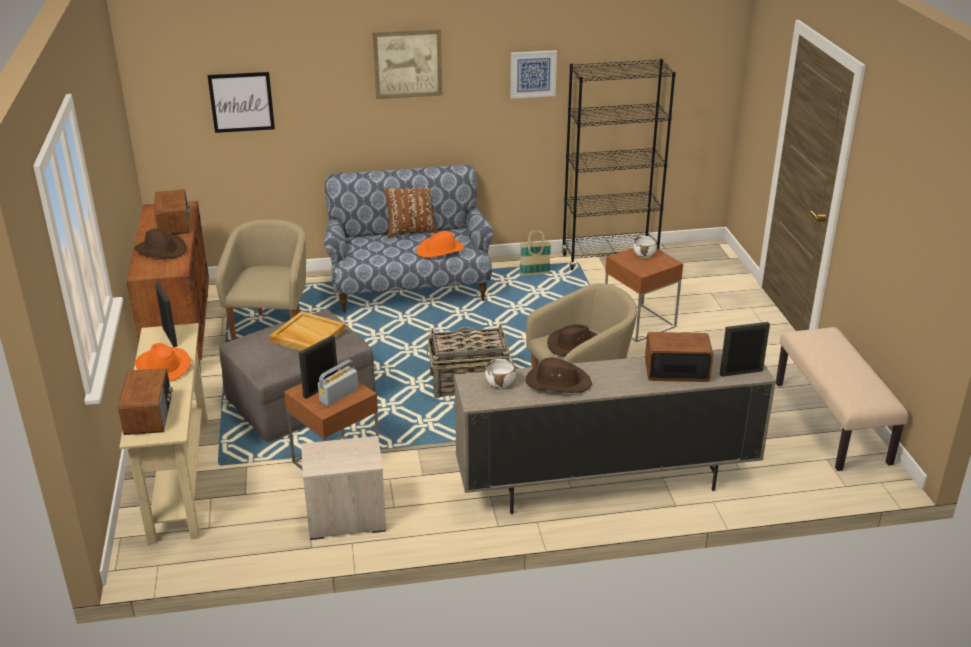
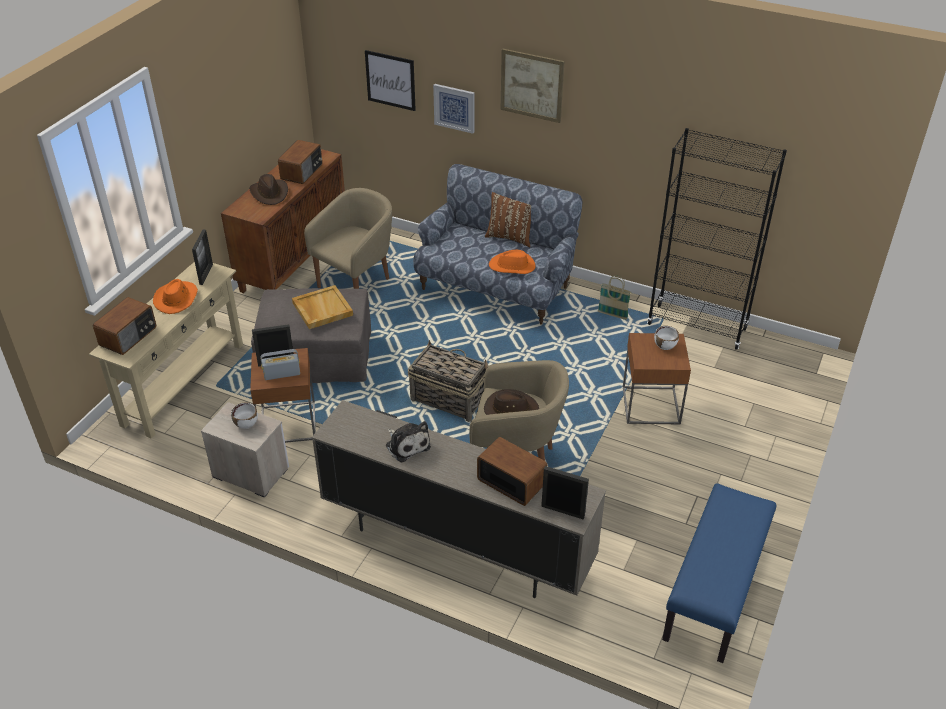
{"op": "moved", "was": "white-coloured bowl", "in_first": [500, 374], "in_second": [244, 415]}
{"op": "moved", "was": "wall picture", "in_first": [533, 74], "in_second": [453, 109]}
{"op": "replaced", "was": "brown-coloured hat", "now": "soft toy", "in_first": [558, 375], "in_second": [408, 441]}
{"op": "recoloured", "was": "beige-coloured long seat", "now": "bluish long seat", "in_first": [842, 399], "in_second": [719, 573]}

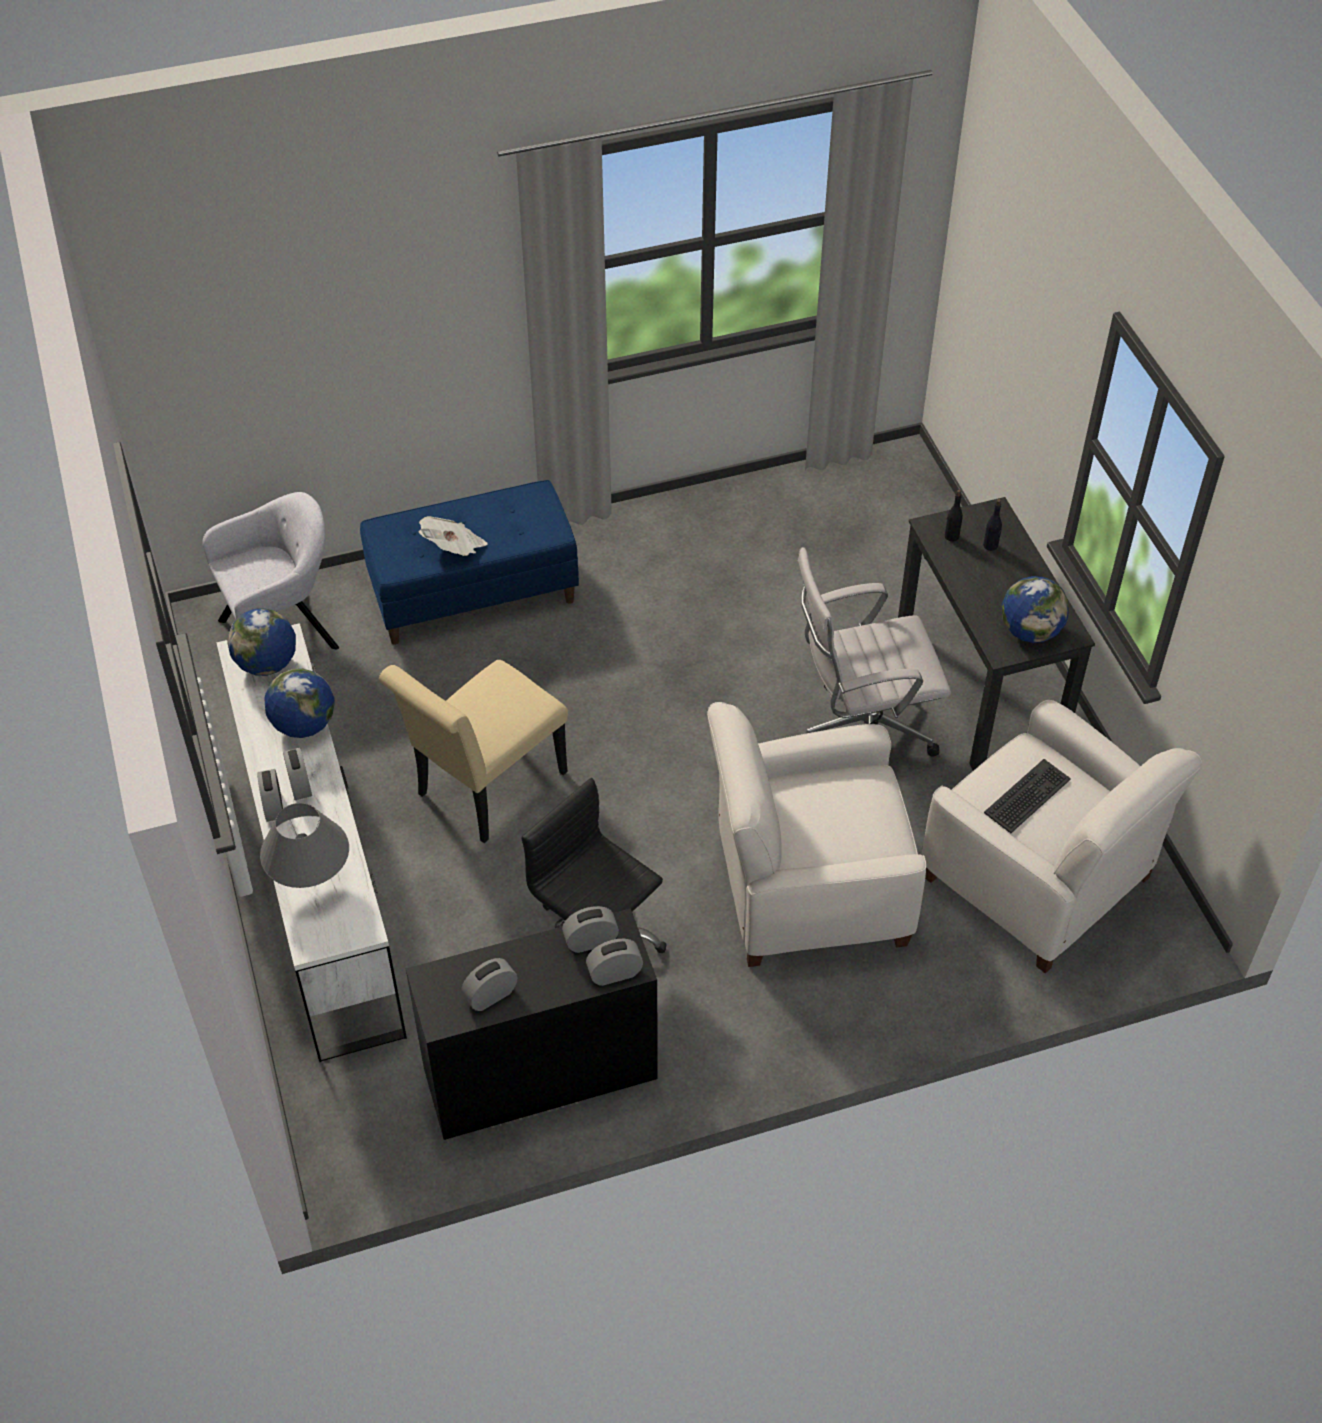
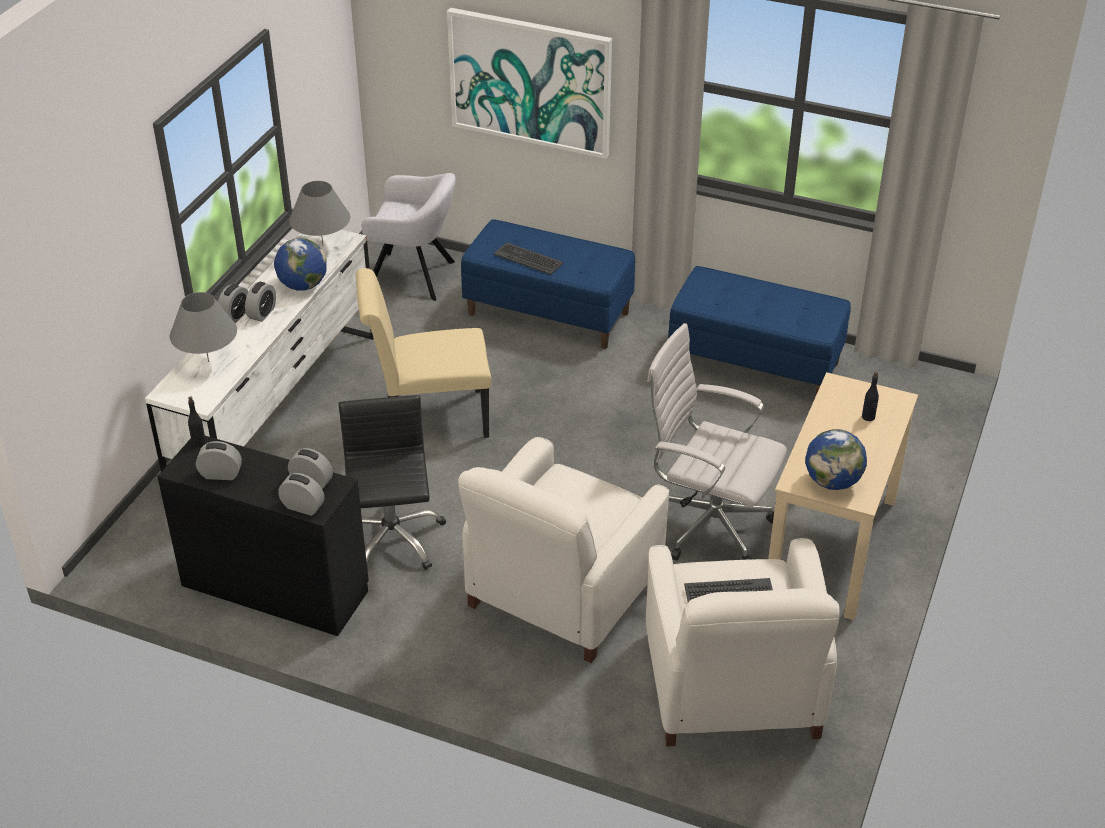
{"op": "added", "now": "wall picture", "in_second": [529, 83]}
{"op": "added", "now": "bluish long seat", "in_second": [759, 330]}
{"op": "moved", "was": "black-coloured drink bottle", "in_first": [954, 516], "in_second": [197, 421]}
{"op": "replaced", "was": "world globe", "now": "greyish table lamp", "in_first": [261, 642], "in_second": [319, 213]}
{"op": "replaced", "was": "newspaper", "now": "PC keyboard", "in_first": [453, 536], "in_second": [528, 259]}
{"op": "recoloured", "was": "black-coloured desk", "now": "beige-coloured desk", "in_first": [996, 634], "in_second": [843, 496]}
{"op": "turned", "was": "white-coloured easy chair", "in_first": [816, 834], "in_second": [563, 550], "clockwise": -90}

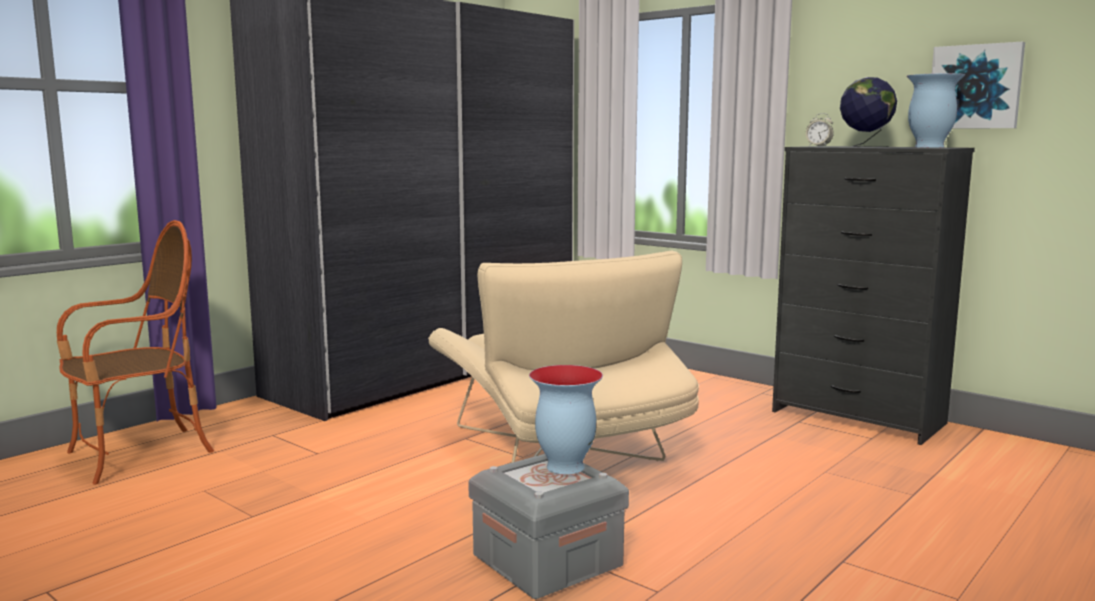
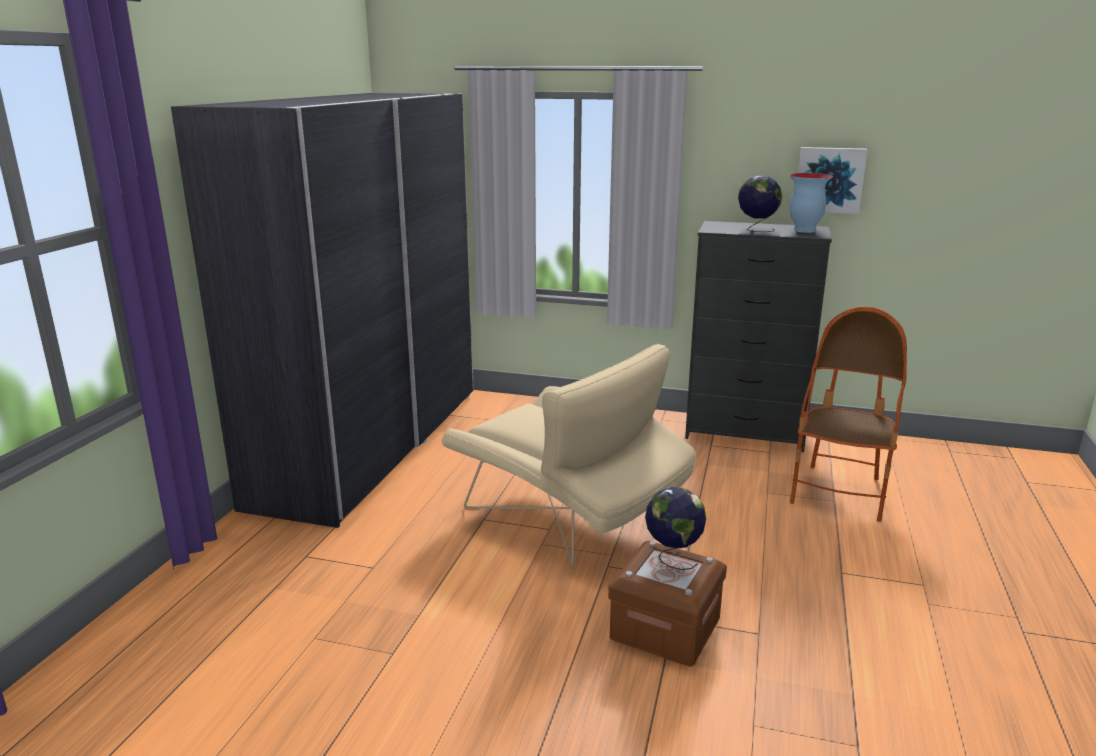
{"op": "removed", "was": "alarm clock", "in_first": [820, 129]}
{"op": "moved", "was": "easy chair", "in_first": [135, 352], "in_second": [848, 414]}
{"op": "replaced", "was": "flower vase", "now": "world globe", "in_first": [566, 419], "in_second": [675, 528]}
{"op": "recoloured", "was": "greyish storage container", "now": "brown-coloured storage container", "in_first": [548, 526], "in_second": [667, 604]}

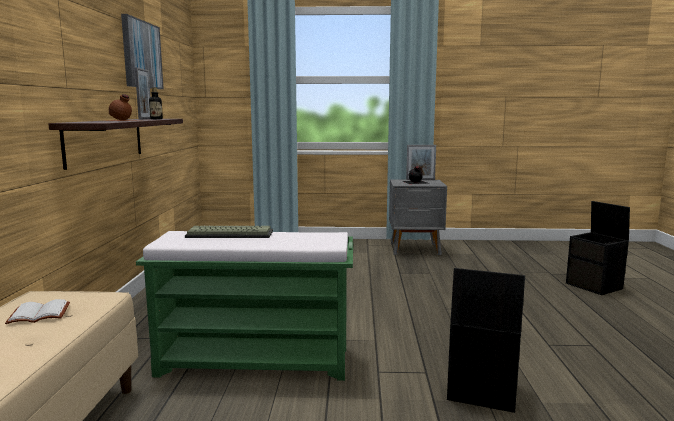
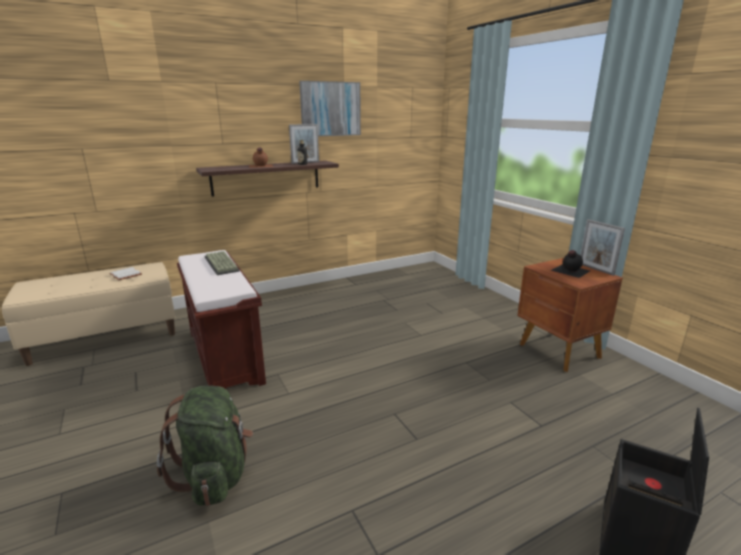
{"op": "replaced", "was": "black-coloured storage container", "now": "green-coloured rucksack", "in_first": [486, 340], "in_second": [205, 446]}
{"op": "recoloured", "was": "green-coloured long seat", "now": "brown-coloured long seat", "in_first": [244, 306], "in_second": [221, 319]}
{"op": "recoloured", "was": "greyish night table", "now": "brown-coloured night table", "in_first": [418, 217], "in_second": [570, 315]}

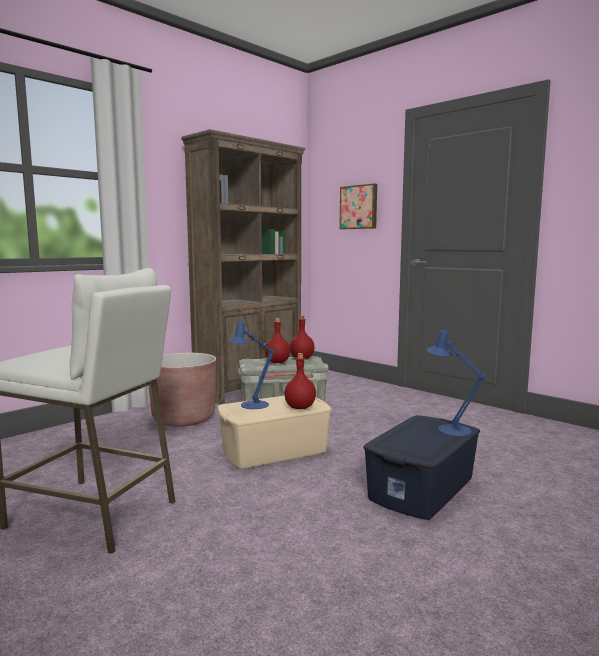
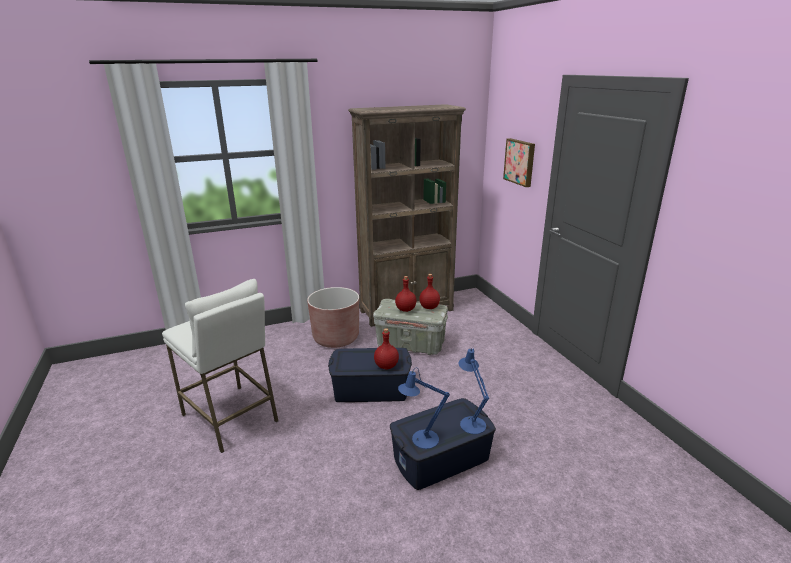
{"op": "moved", "was": "bluish table lamp", "in_first": [251, 362], "in_second": [424, 408]}
{"op": "recoloured", "was": "beige-coloured storage container", "now": "bluish storage container", "in_first": [275, 432], "in_second": [370, 375]}

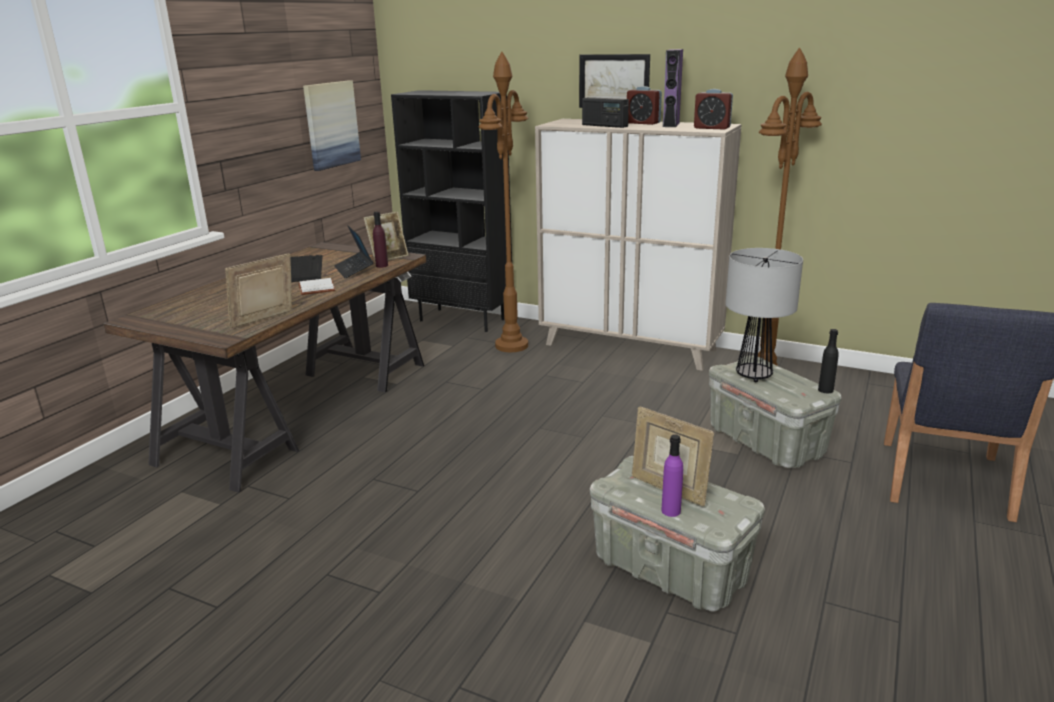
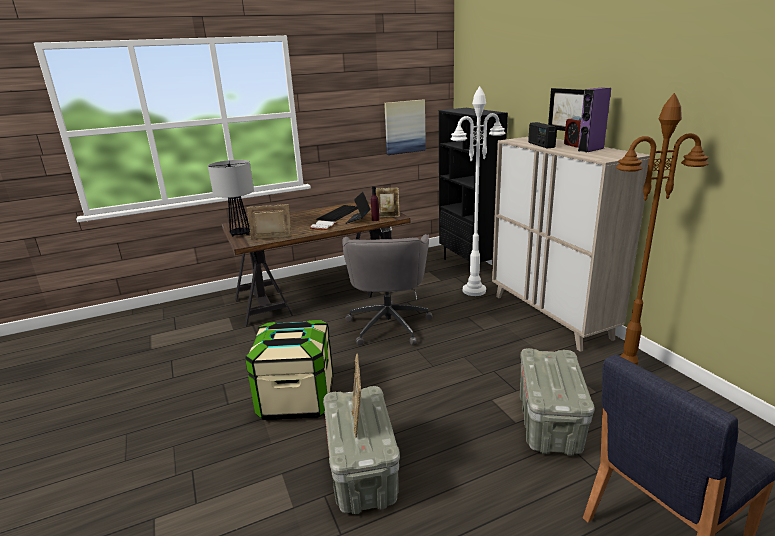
{"op": "removed", "was": "purplish drink bottle", "in_first": [672, 475]}
{"op": "removed", "was": "alarm clock", "in_first": [713, 109]}
{"op": "removed", "was": "black-coloured drink bottle", "in_first": [828, 361]}
{"op": "added", "now": "storage container", "in_second": [289, 370]}
{"op": "added", "now": "greyish computer chair", "in_second": [387, 289]}
{"op": "moved", "was": "table lamp", "in_first": [764, 315], "in_second": [231, 198]}
{"op": "recoloured", "was": "brown-coloured standing lamp", "now": "white-coloured standing lamp", "in_first": [503, 202], "in_second": [478, 191]}

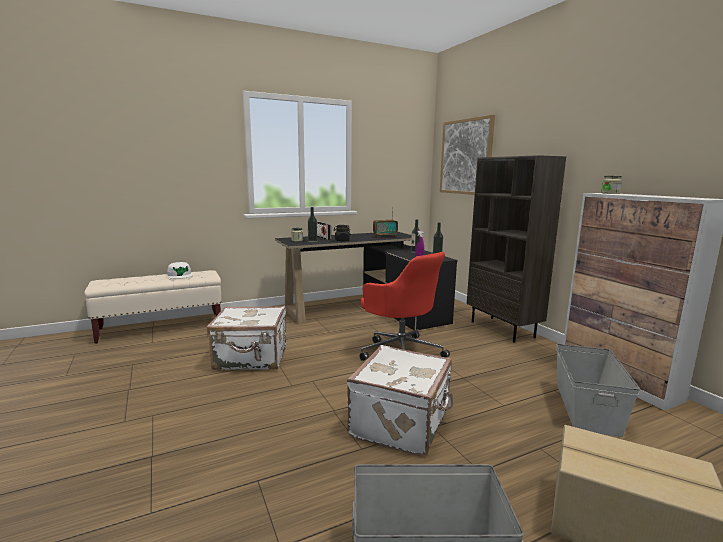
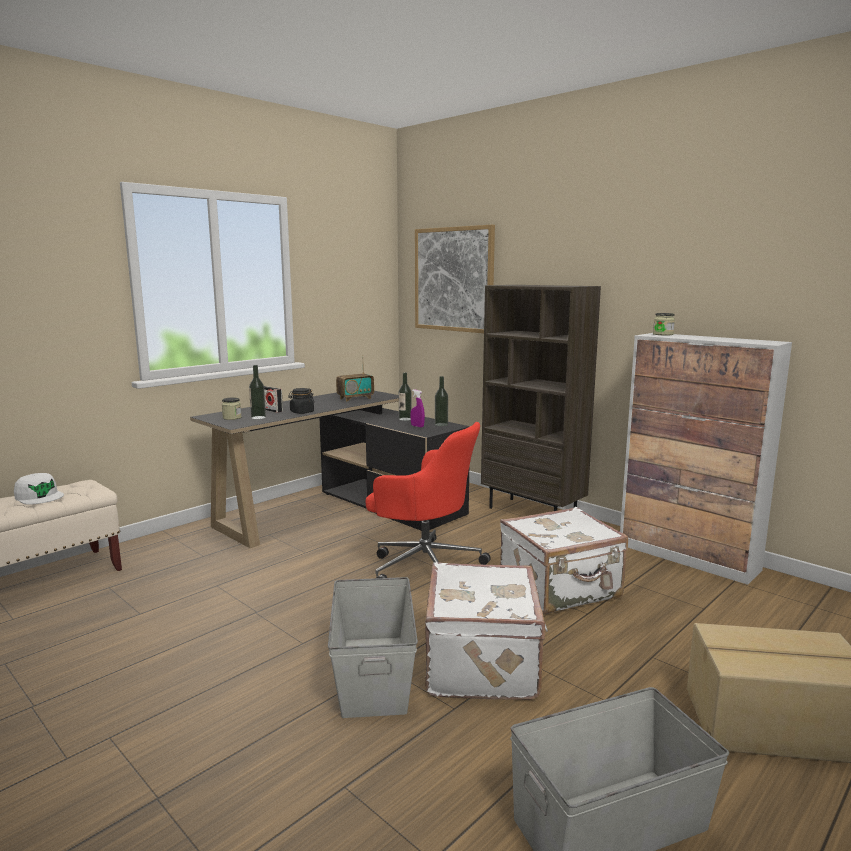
{"op": "moved", "was": "white-coloured suitcase", "in_first": [246, 338], "in_second": [564, 560]}
{"op": "moved", "was": "greyish storage container", "in_first": [598, 390], "in_second": [373, 647]}

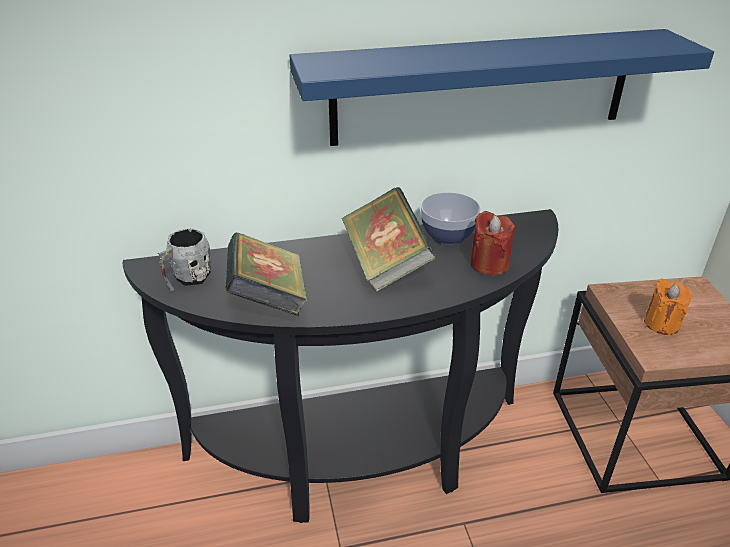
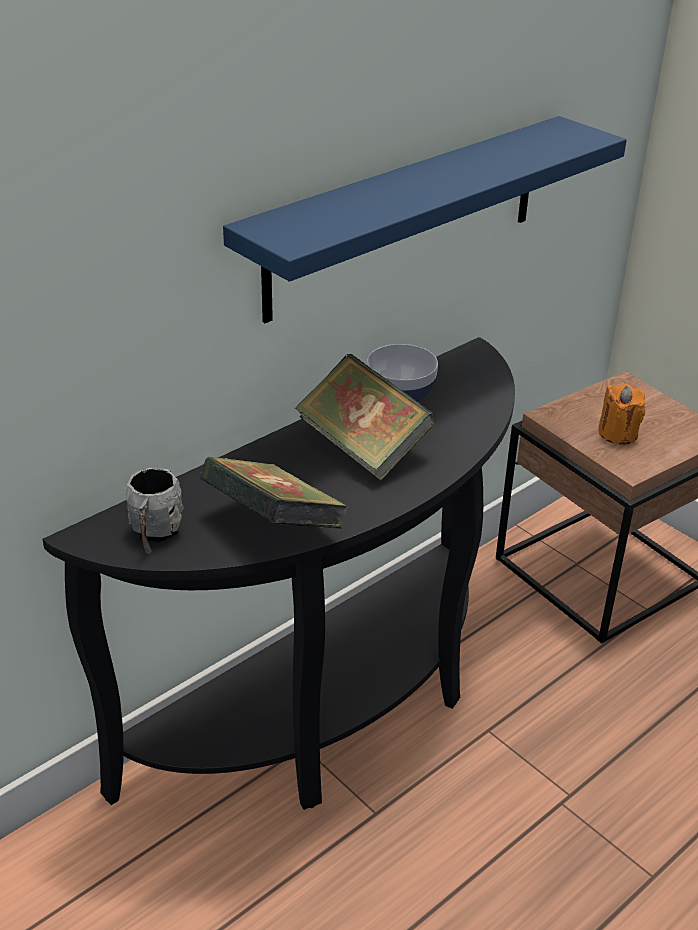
{"op": "removed", "was": "red wax candle", "in_first": [492, 243]}

